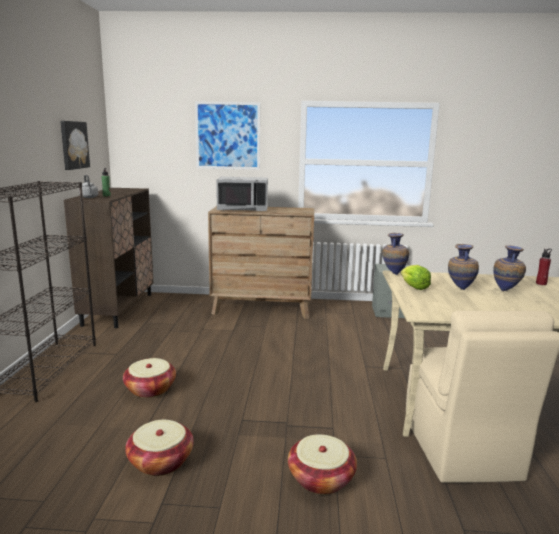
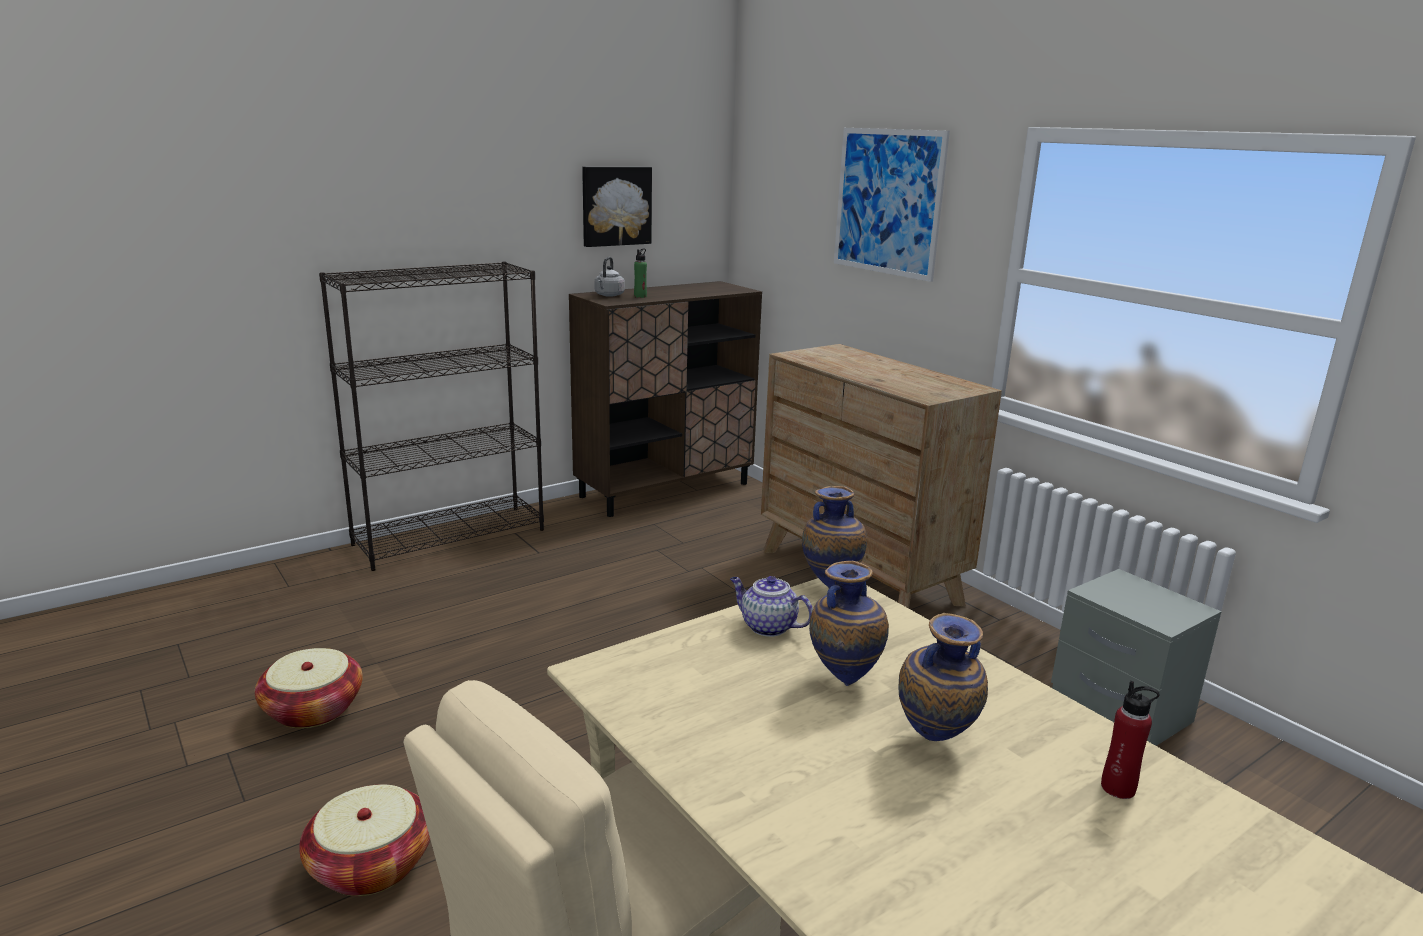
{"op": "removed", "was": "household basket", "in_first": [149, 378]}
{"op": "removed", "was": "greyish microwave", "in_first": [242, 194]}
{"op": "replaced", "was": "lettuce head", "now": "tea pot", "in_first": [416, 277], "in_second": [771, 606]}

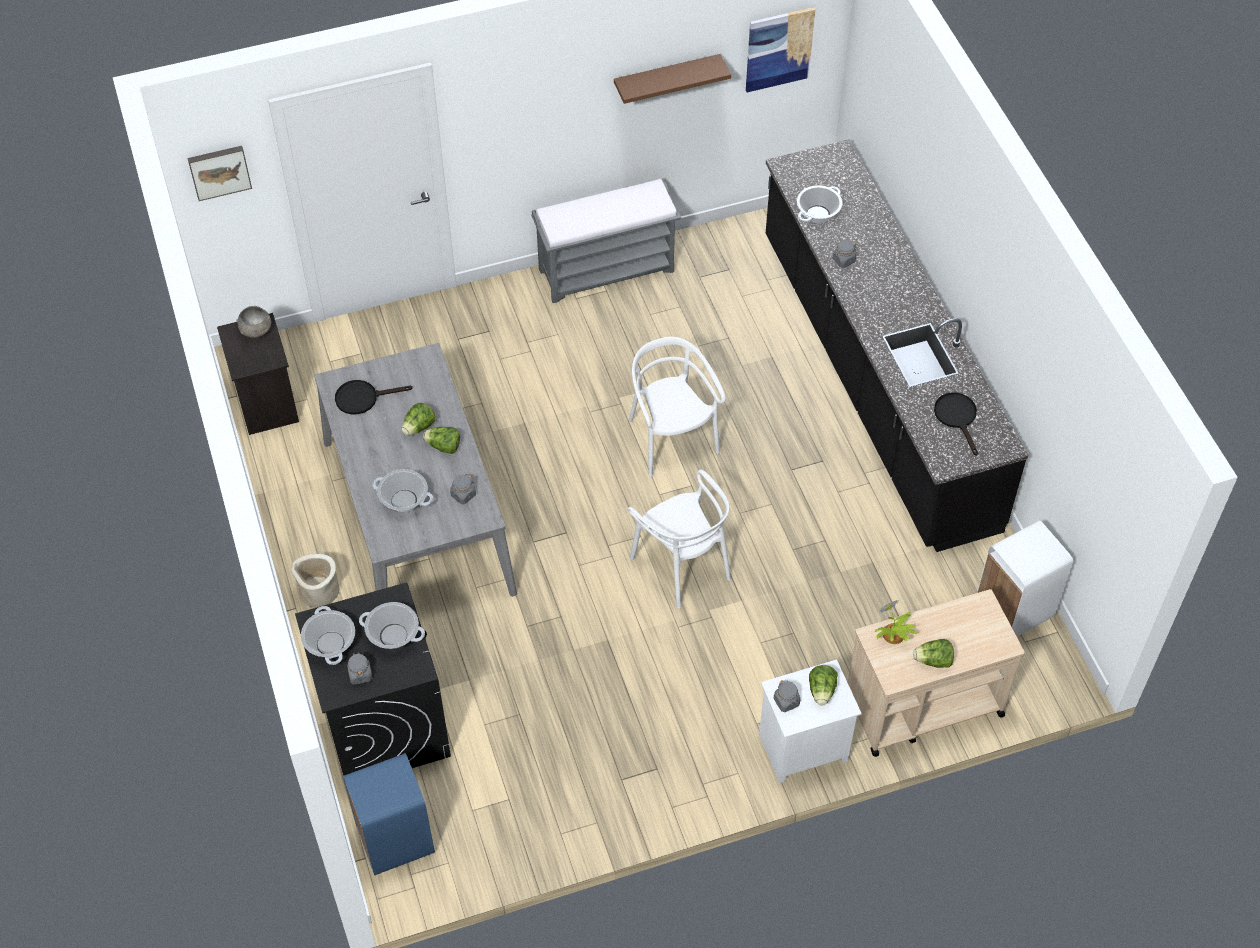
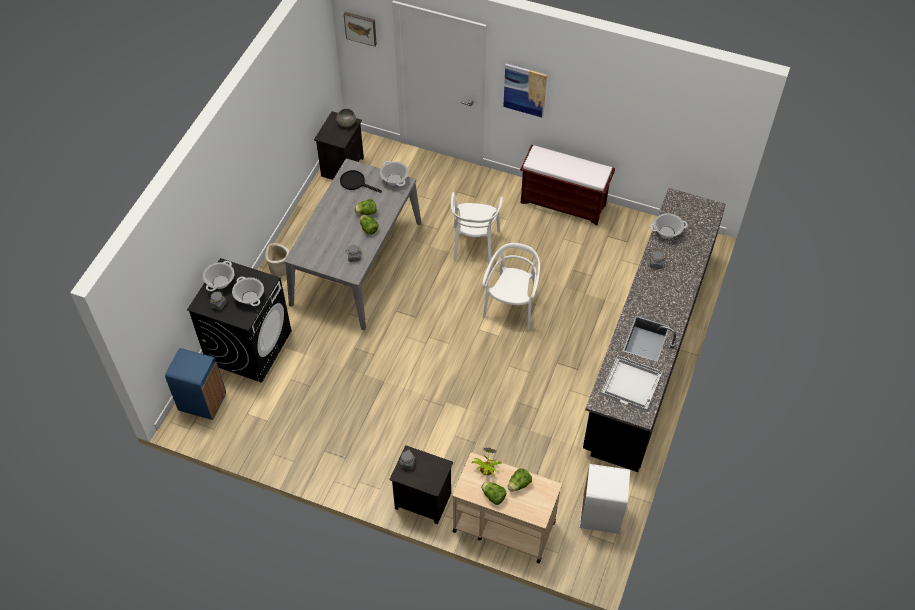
{"op": "removed", "was": "brown-coloured shelf", "in_first": [672, 79]}
{"op": "moved", "was": "saucepot", "in_first": [403, 490], "in_second": [394, 173]}
{"op": "moved", "was": "white-coloured plain chair", "in_first": [679, 539], "in_second": [477, 228]}
{"op": "moved", "was": "wall picture", "in_first": [781, 49], "in_second": [525, 91]}
{"op": "moved", "was": "lettuce head", "in_first": [823, 685], "in_second": [520, 480]}
{"op": "replaced", "was": "black-coloured skillet", "now": "white-coloured tray", "in_first": [956, 424], "in_second": [631, 383]}
{"op": "recoloured", "was": "greyish long seat", "now": "brown-coloured long seat", "in_first": [606, 240], "in_second": [567, 185]}
{"op": "recoloured", "was": "white-coloured night table", "now": "black-coloured night table", "in_first": [810, 721], "in_second": [421, 484]}

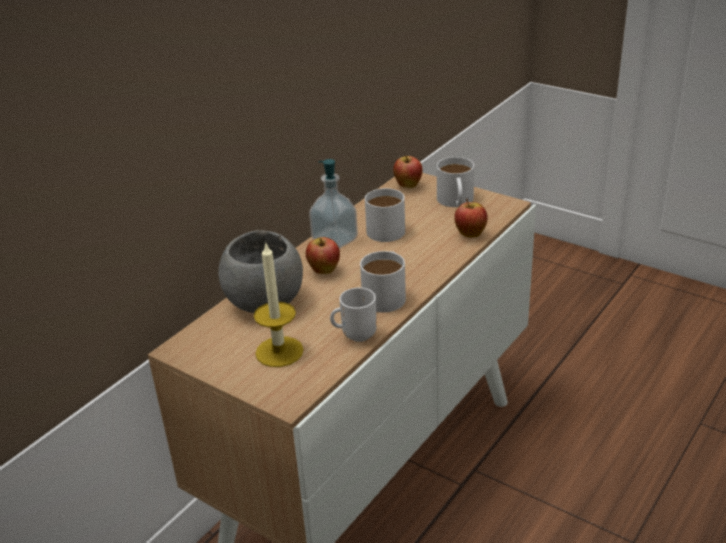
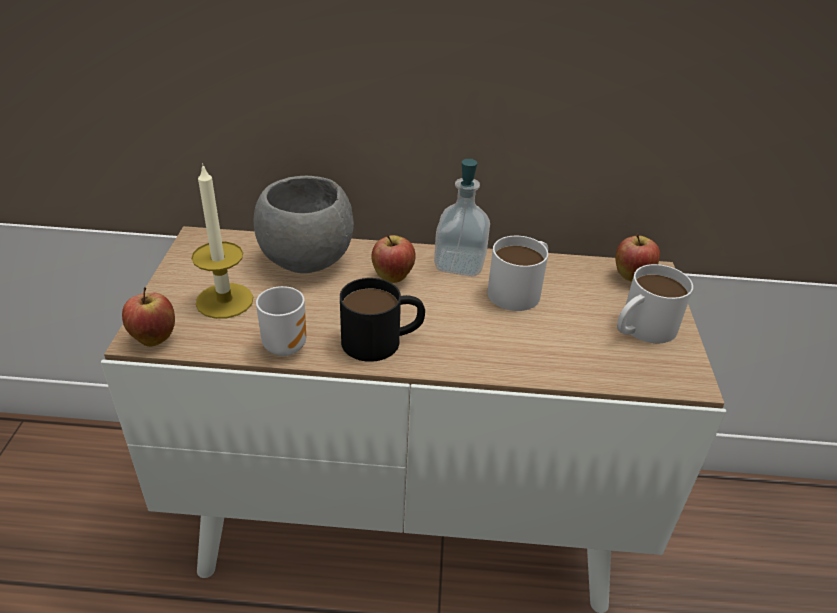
{"op": "moved", "was": "apple fruit", "in_first": [471, 218], "in_second": [148, 317]}
{"op": "recoloured", "was": "white-coloured coffee mug", "now": "black-coloured coffee mug", "in_first": [383, 281], "in_second": [382, 320]}

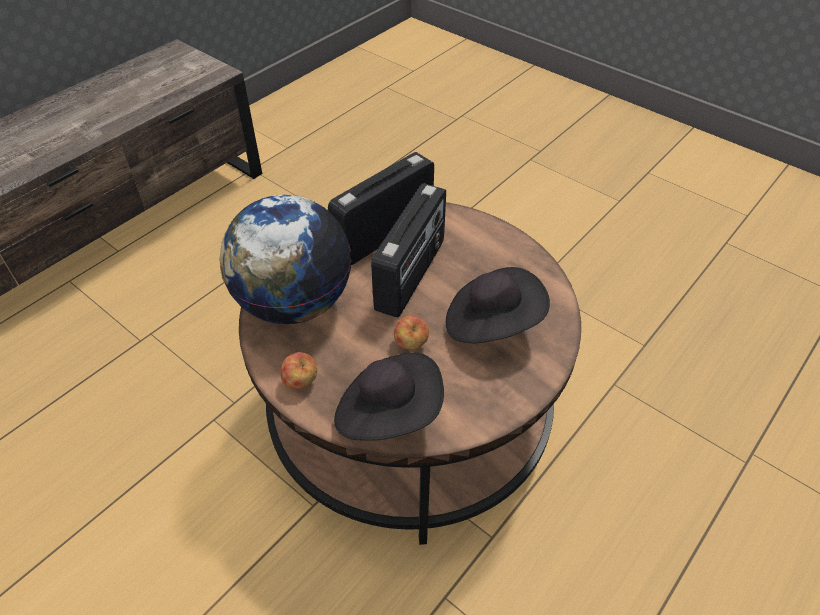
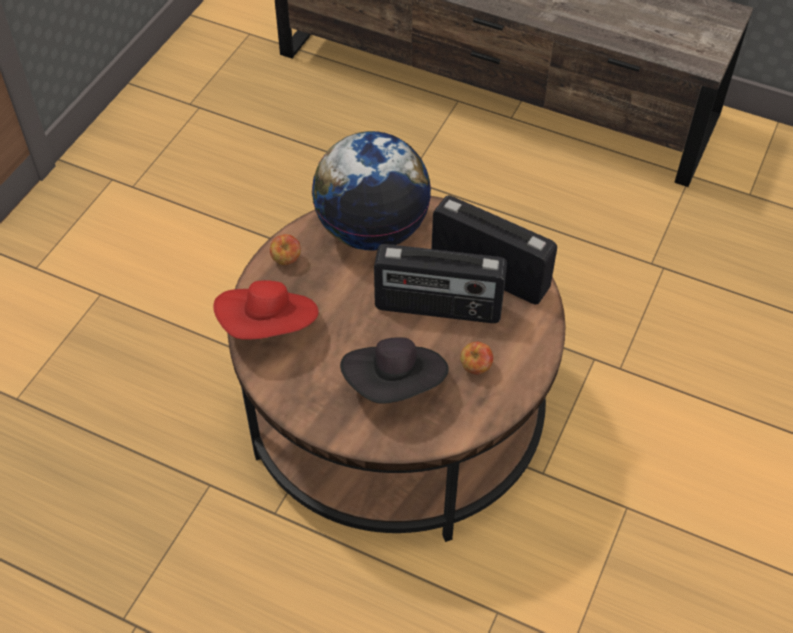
{"op": "moved", "was": "apple fruit", "in_first": [411, 333], "in_second": [476, 358]}
{"op": "recoloured", "was": "black-coloured hat", "now": "red hat", "in_first": [389, 396], "in_second": [265, 310]}

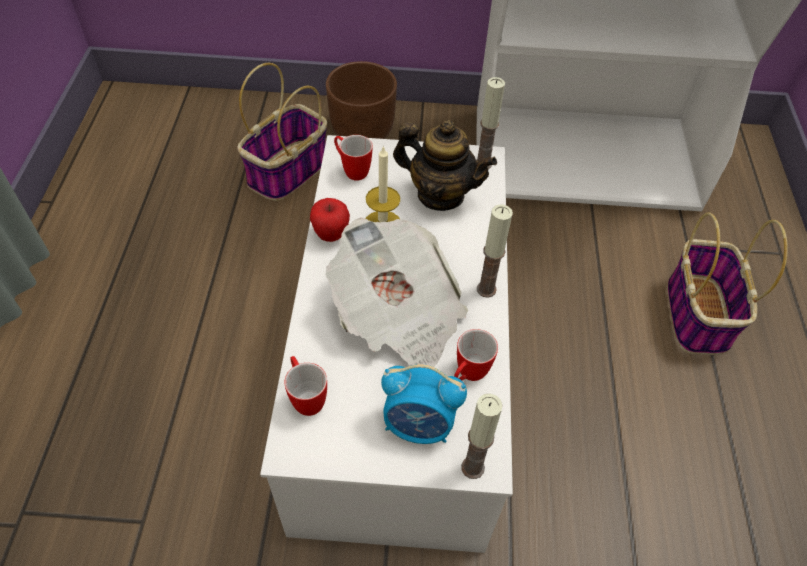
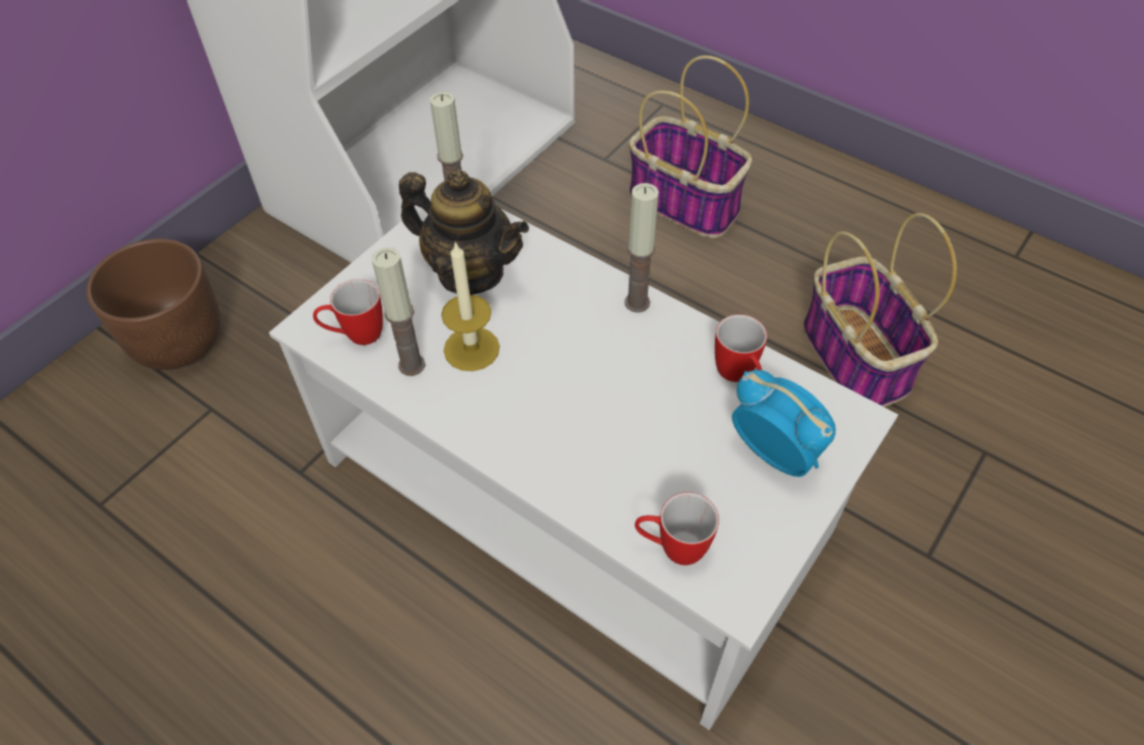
{"op": "removed", "was": "apple fruit", "in_first": [330, 220]}
{"op": "removed", "was": "newspaper", "in_first": [397, 293]}
{"op": "moved", "was": "household basket", "in_first": [282, 132], "in_second": [880, 310]}
{"op": "moved", "was": "wax candle", "in_first": [481, 436], "in_second": [398, 311]}
{"op": "turned", "was": "alarm clock", "in_first": [424, 404], "in_second": [784, 423], "clockwise": -90}
{"op": "turned", "was": "tea pot", "in_first": [445, 165], "in_second": [464, 232], "clockwise": 60}

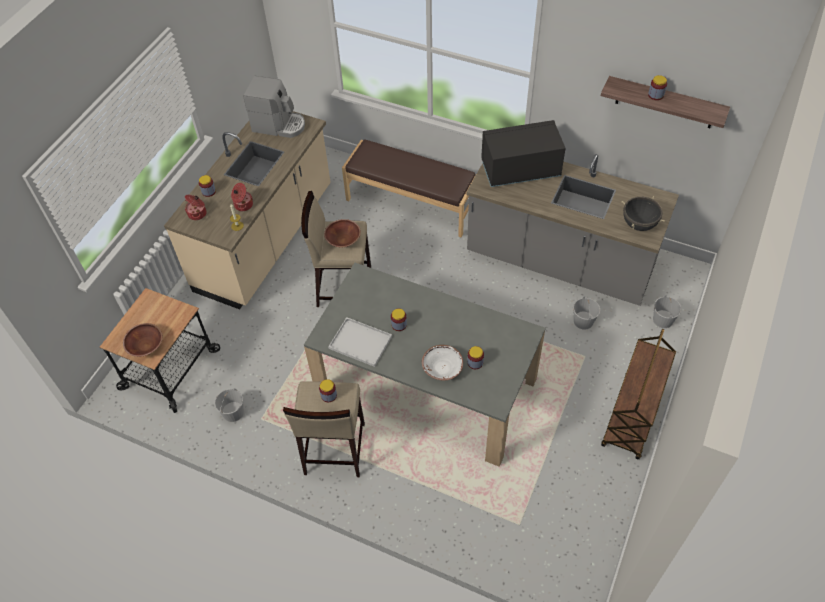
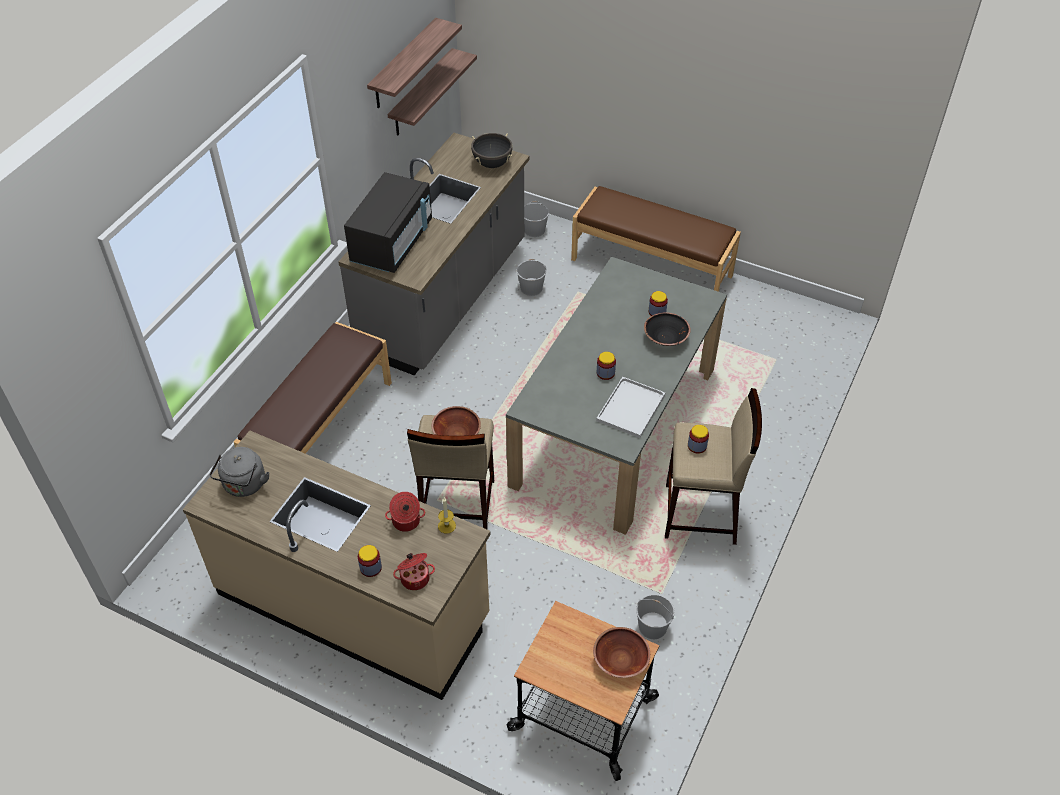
{"op": "removed", "was": "preserve jar", "in_first": [657, 87]}
{"op": "added", "now": "shelf", "in_second": [432, 92]}
{"op": "replaced", "was": "coffee brewer", "now": "greyish tea kettle", "in_first": [274, 107], "in_second": [239, 472]}
{"op": "replaced", "was": "brown-coloured trolley", "now": "brown-coloured long seat", "in_first": [638, 394], "in_second": [656, 239]}
{"op": "recoloured", "was": "white-coloured bowl", "now": "black-coloured bowl", "in_first": [442, 363], "in_second": [667, 329]}
{"op": "turned", "was": "black-coloured microwave", "in_first": [523, 153], "in_second": [388, 222], "clockwise": -150}

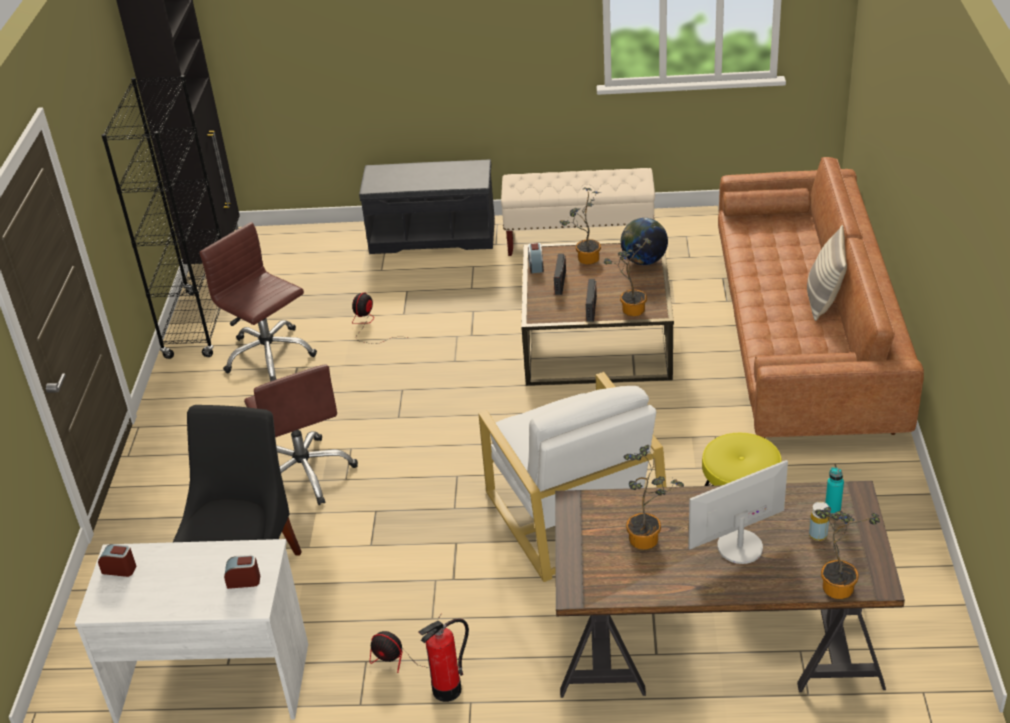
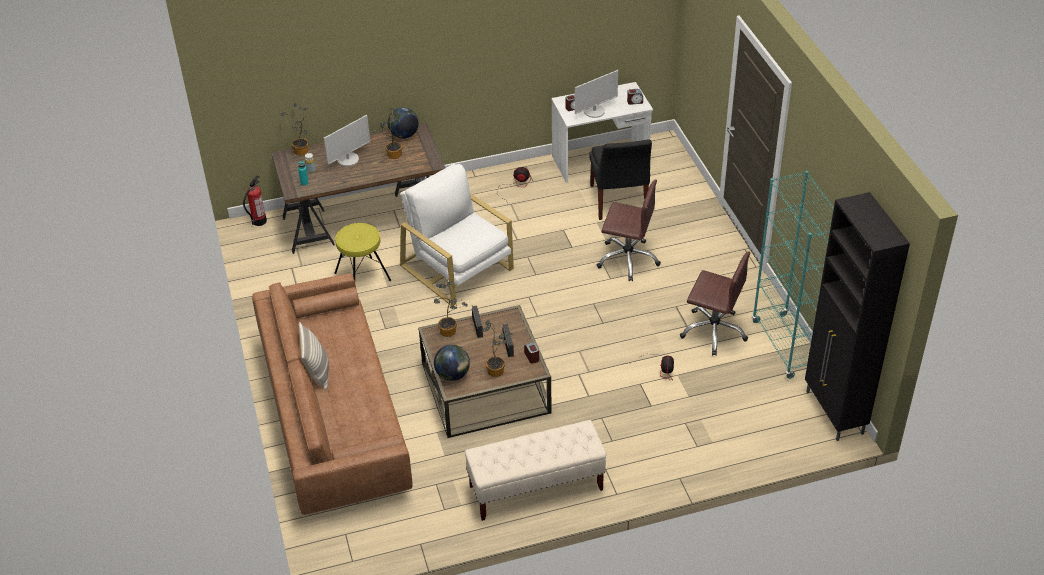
{"op": "removed", "was": "greyish long seat", "in_first": [427, 207]}
{"op": "added", "now": "world globe", "in_second": [403, 123]}
{"op": "added", "now": "computer screen", "in_second": [596, 94]}
{"op": "moved", "was": "fire extinguisher", "in_first": [443, 660], "in_second": [255, 200]}
{"op": "recoloured", "was": "black-coloured bookcase", "now": "turquoise bookcase", "in_first": [161, 217], "in_second": [793, 275]}
{"op": "turned", "was": "brown-coloured computer chair", "in_first": [301, 434], "in_second": [629, 230], "clockwise": 150}

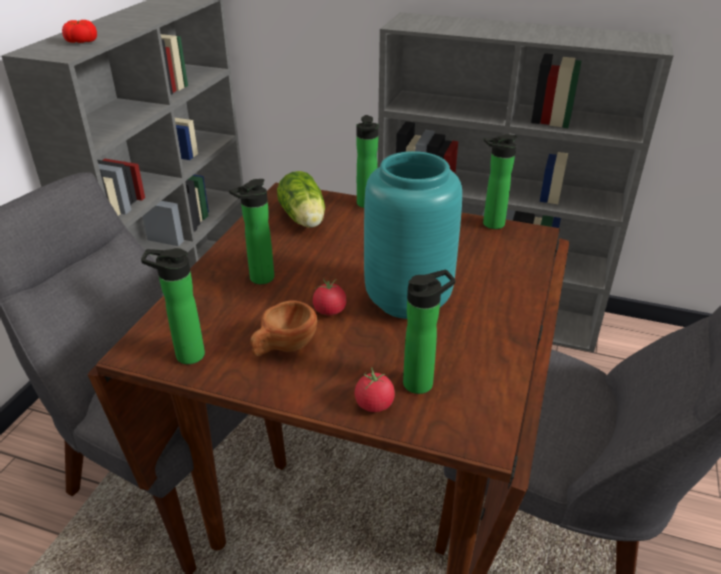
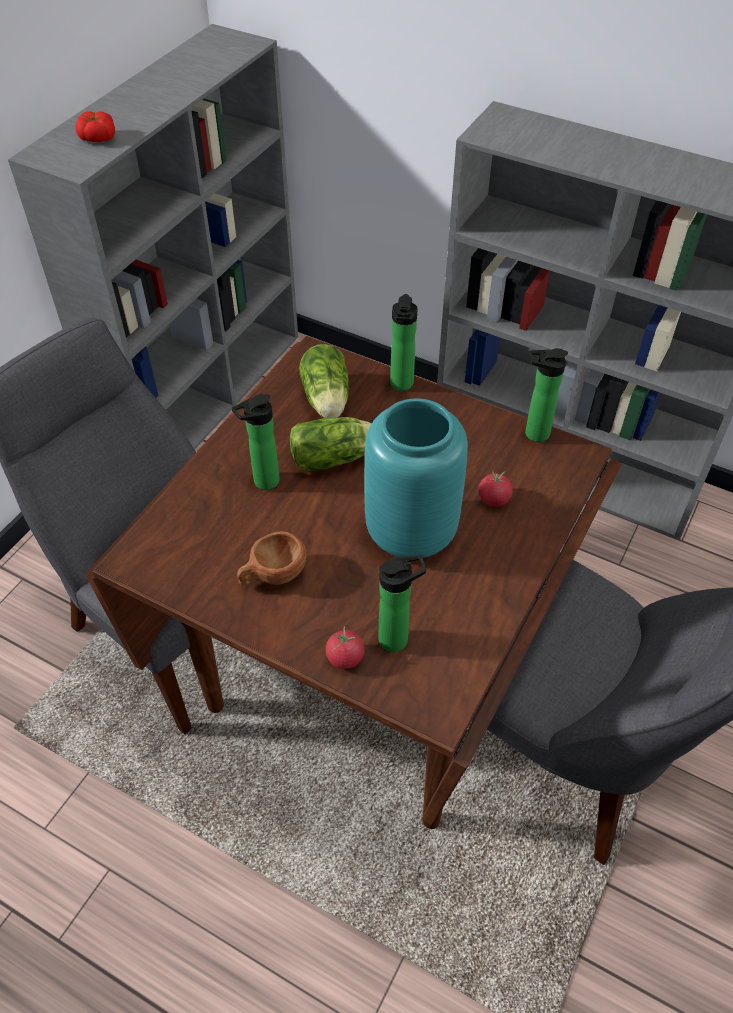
{"op": "removed", "was": "drink bottle", "in_first": [173, 306]}
{"op": "added", "now": "lettuce head", "in_second": [331, 444]}
{"op": "moved", "was": "whole tomato", "in_first": [330, 297], "in_second": [495, 488]}

